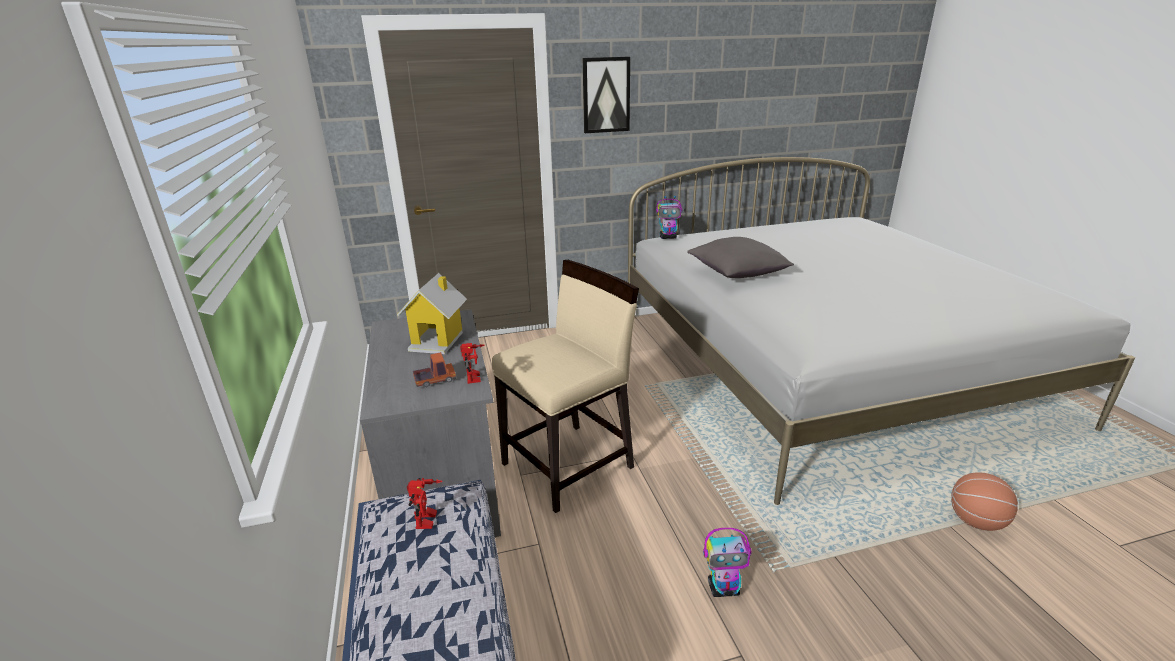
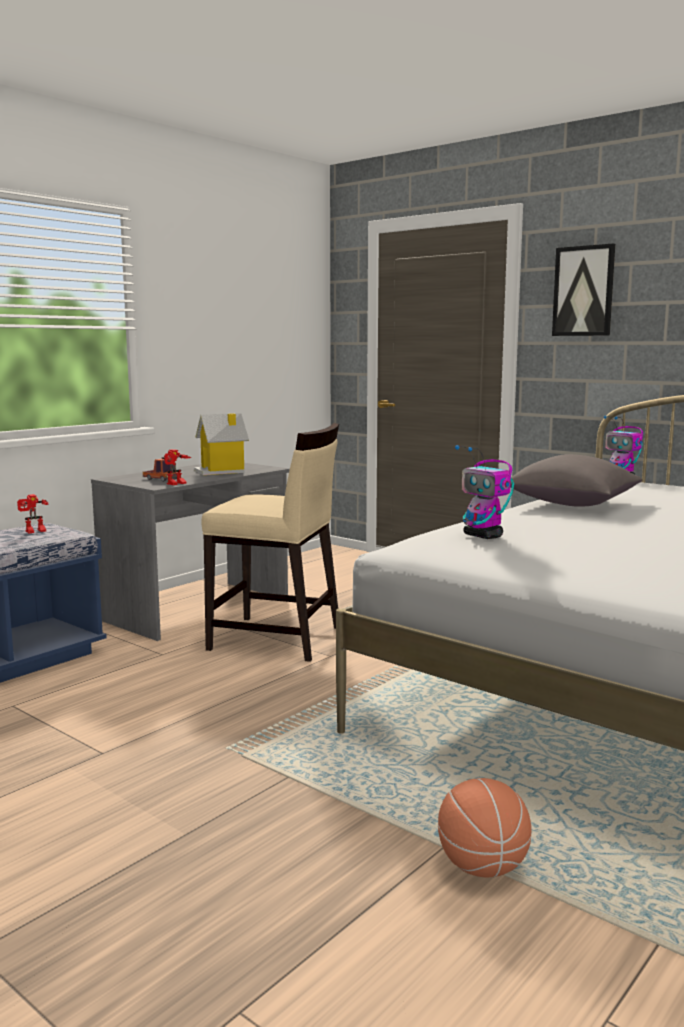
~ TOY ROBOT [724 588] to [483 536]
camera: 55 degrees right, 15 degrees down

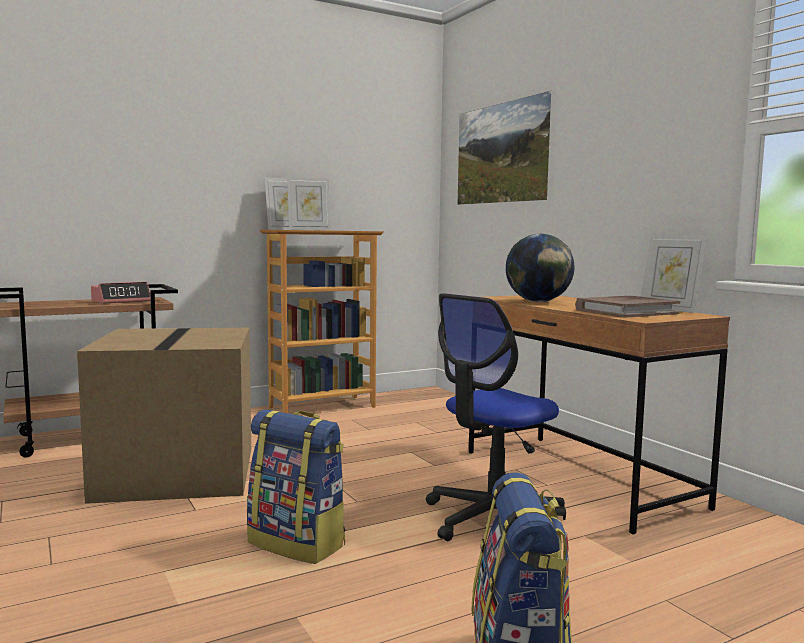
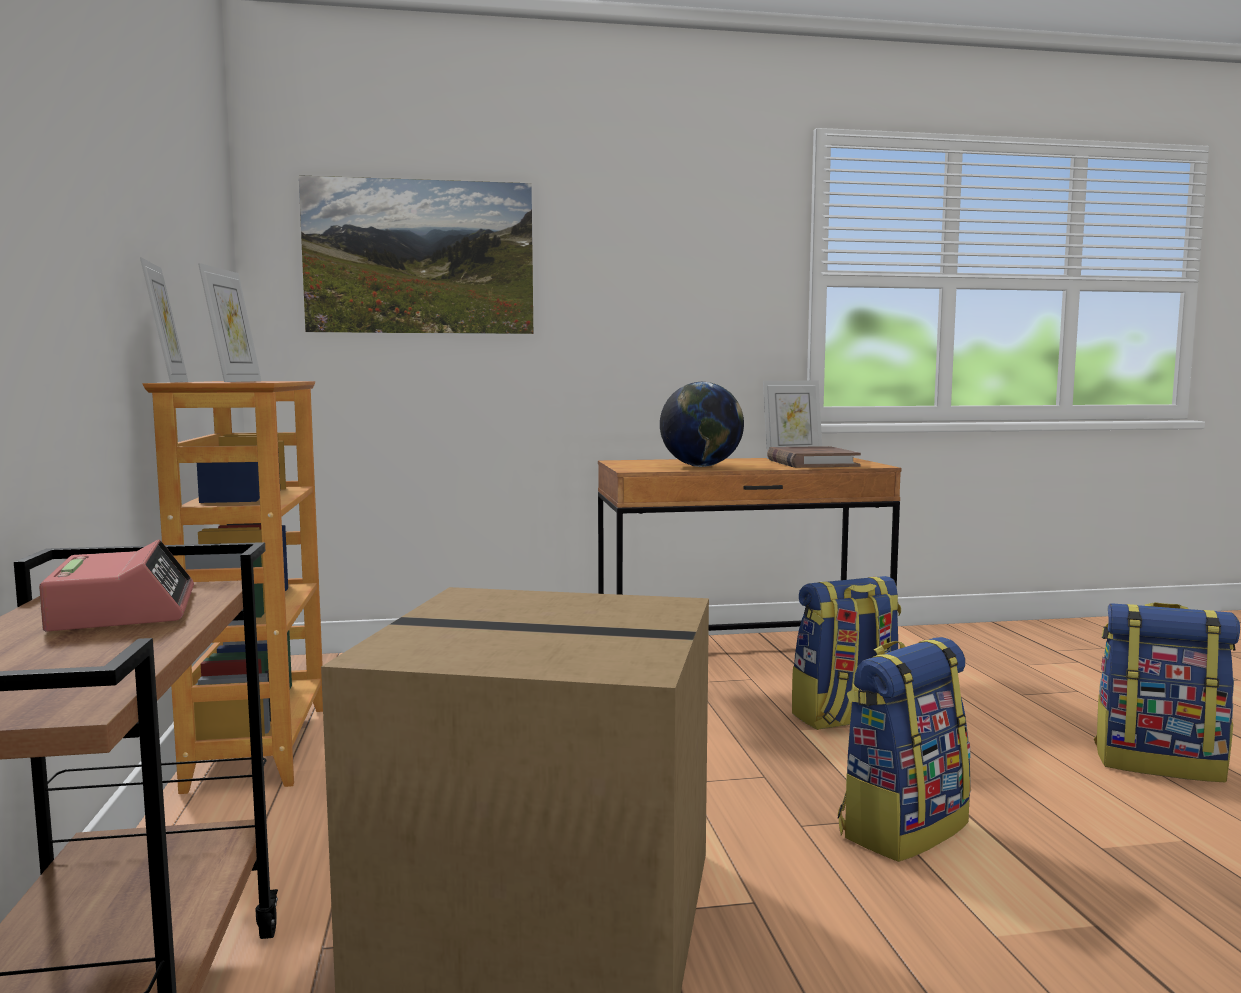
~ OFFICE CHAIR [493 520] to BACKPACK [845 718]
camera: 70 degrees left, 0 degrees up

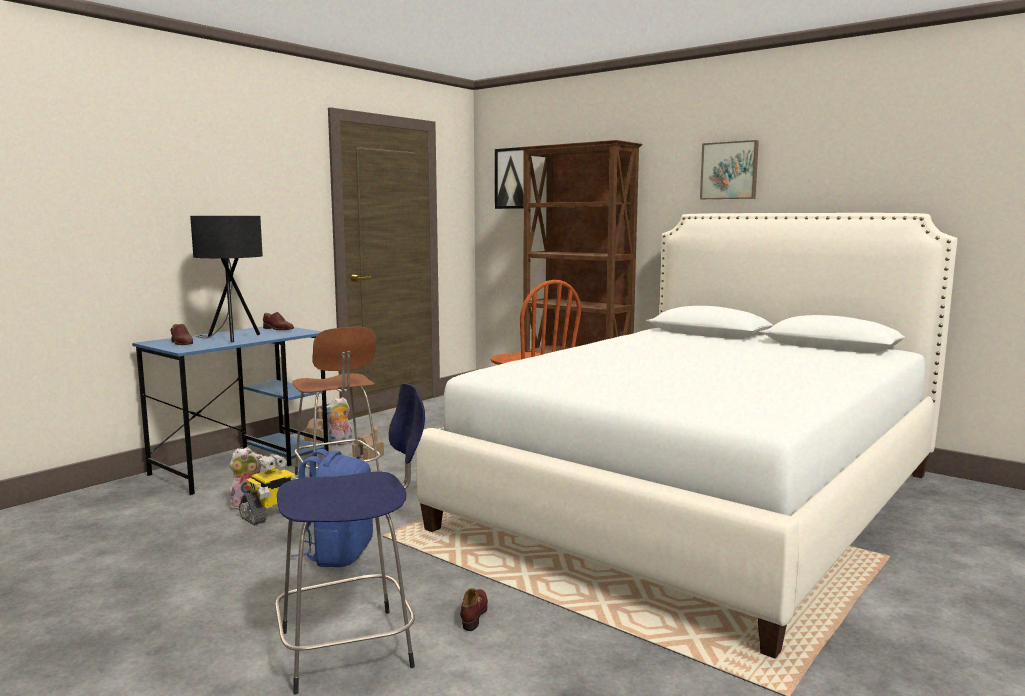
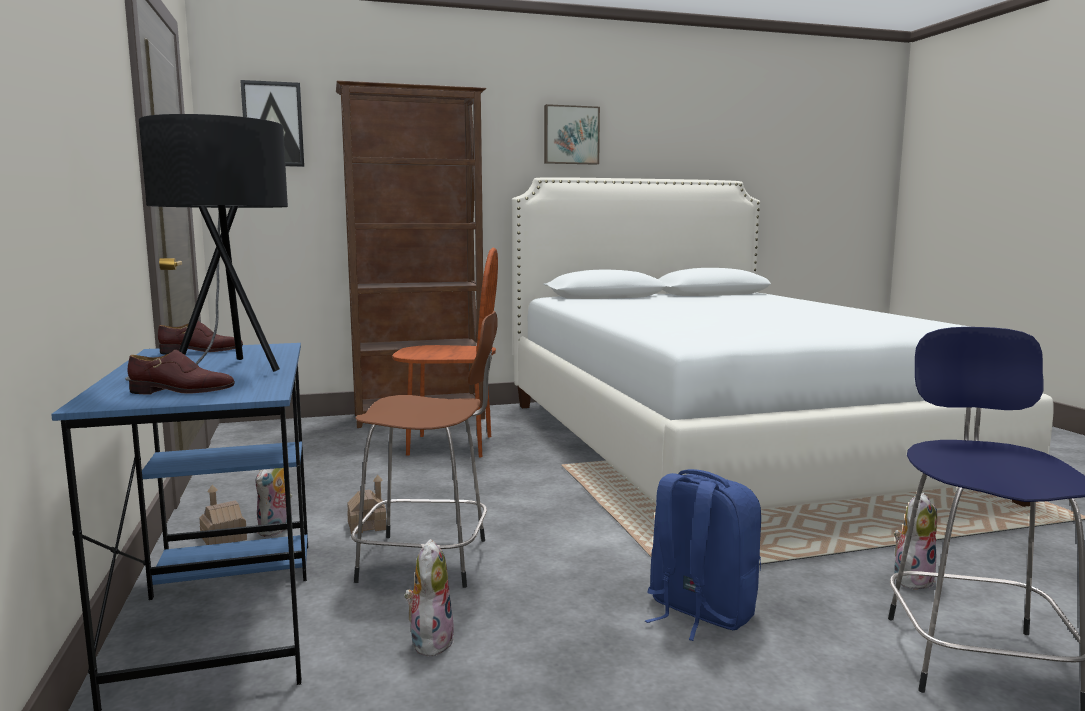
- TOY ROBOT [273 514]
~ BROWN SHOE [474 613] to PLUSH TOY [912 579]
camera: 55 degrees left, 0 degrees up

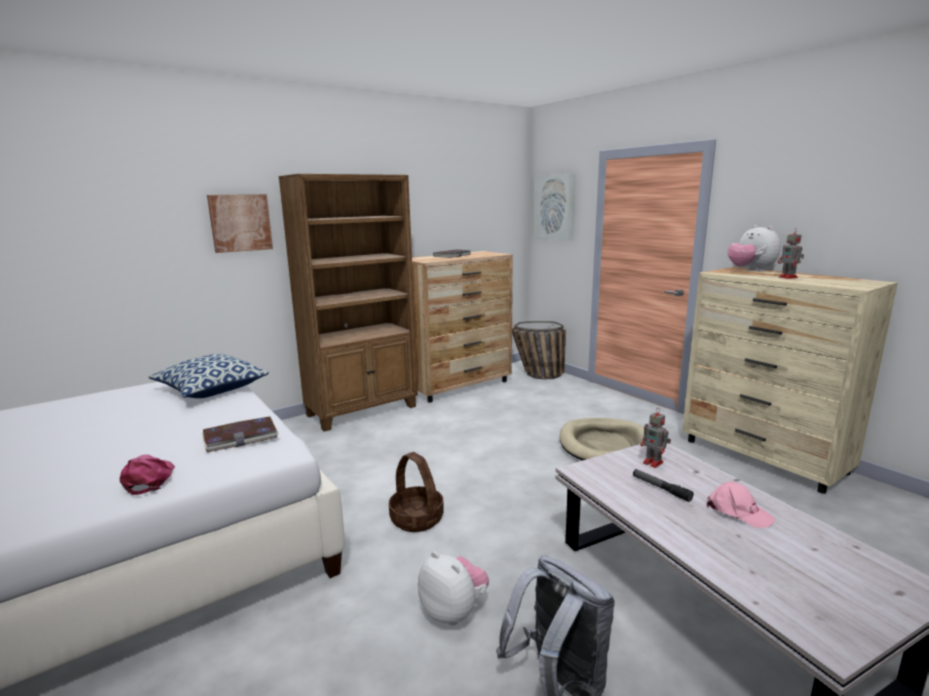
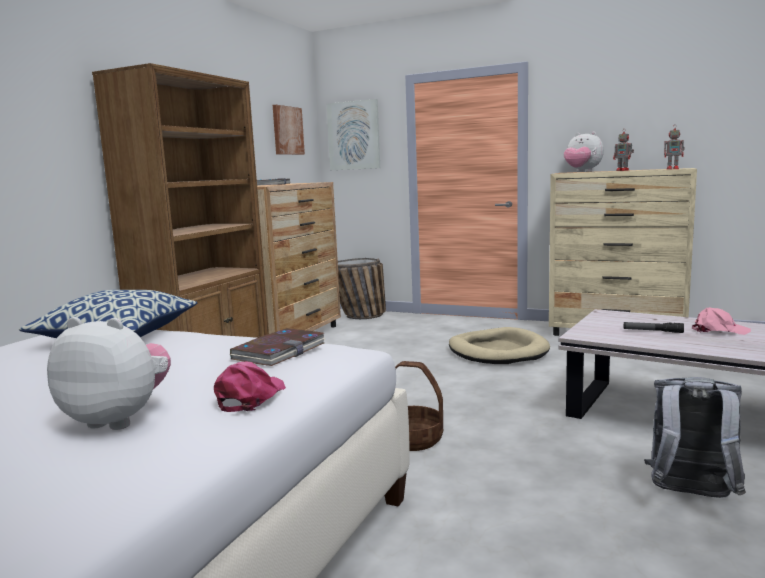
~ PICTURE [240 223] to [287 130]
~ TOY ROBOT [654 463] to [673 169]
~ PINK CAP [149 479] = [250 397] 60 degrees clockwise
~ PLUSH TOY [454 611] to [119 419]
camera: 30 degrees left, 5 degrees down

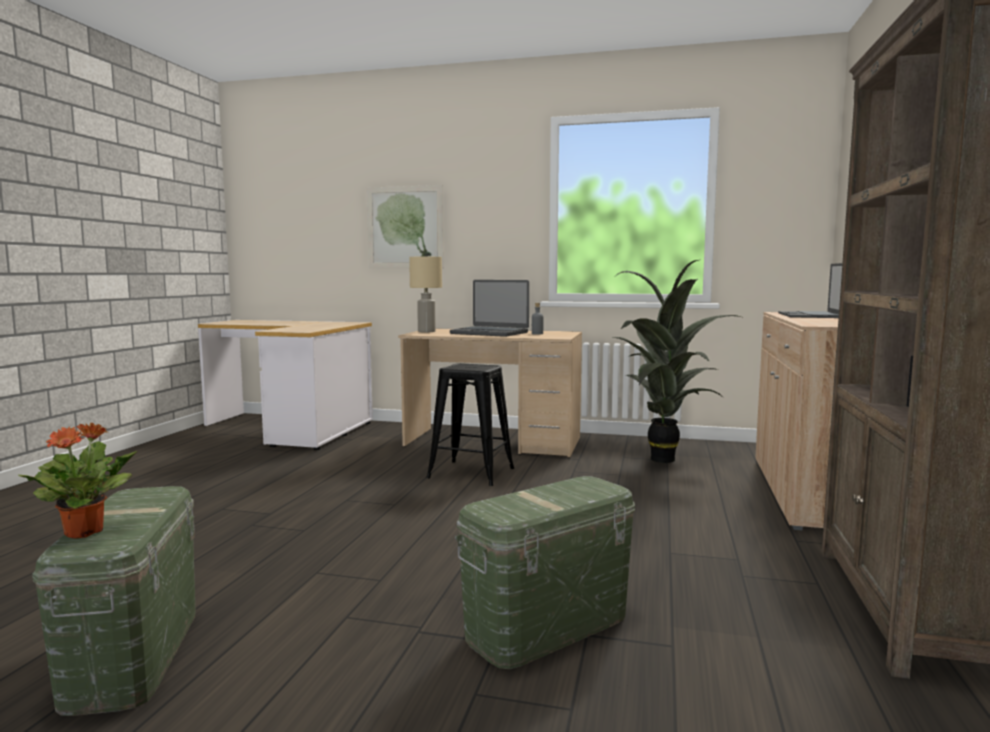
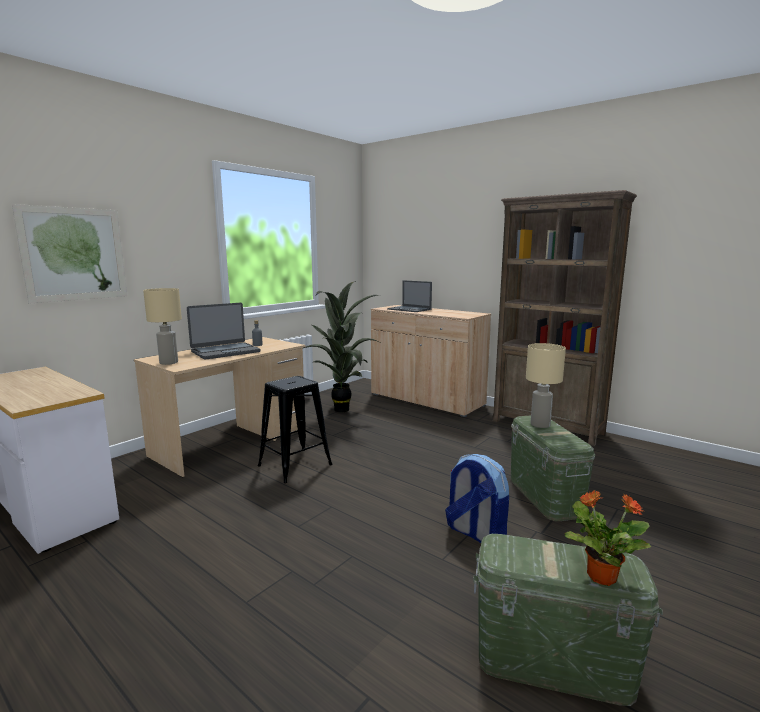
+ BEIGE TABLE LAMP [540 425]
+ BACKPACK [475 533]
camera: 65 degrees left, 5 degrees up

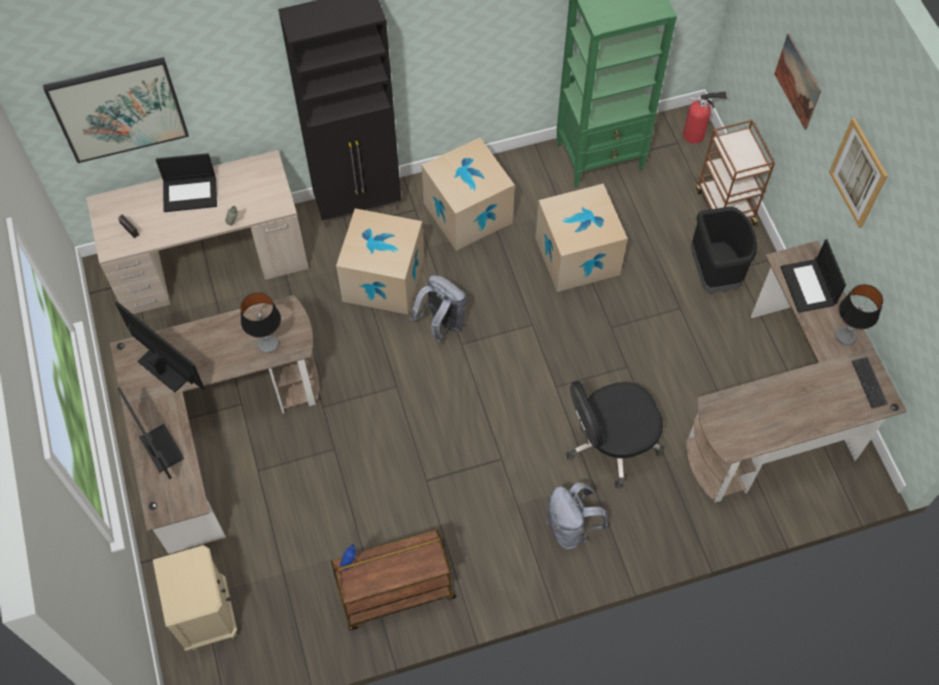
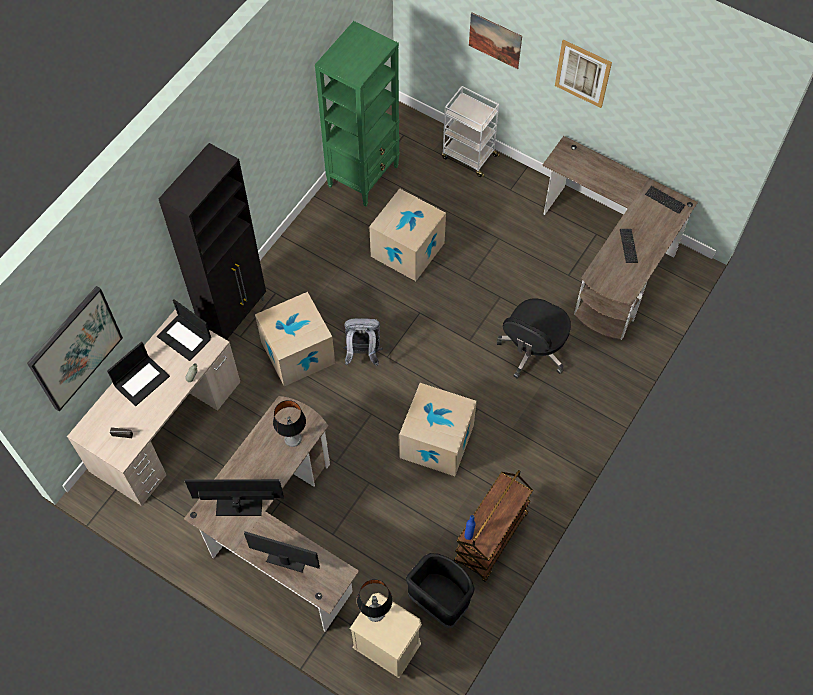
- FIRE EXTINGUISHER [696 135]
~ BROWN CART [725 206] to WHITE CART [468 156]
~ CARDBOARD BOX [467 213] to [436 441]
~ BLACK TRASH CAN [715 273] to [439 601]
~ LAPTOP [808 286] to [185 337]
~ TABLE LAMP [845 336] to [375 612]
- GREY BACKPACK [571 527]
+ KEYBOARD [628 246]
camera: 40 degrees left, 0 degrees up

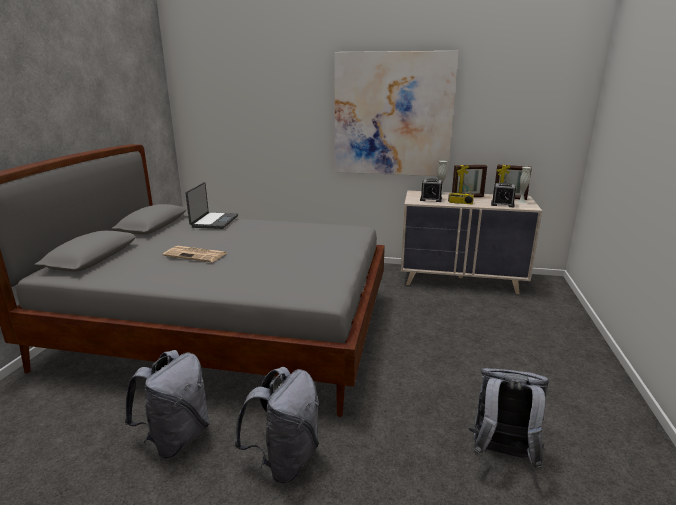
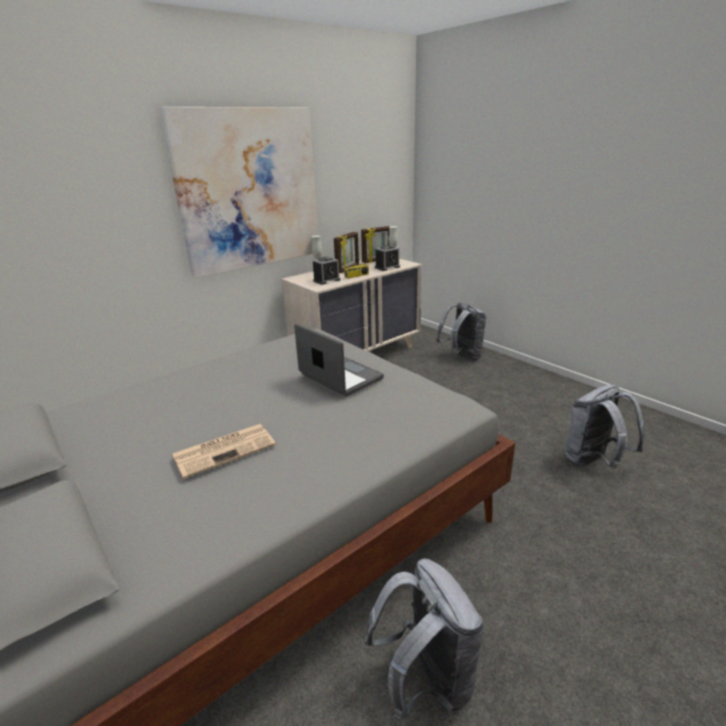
~ LAPTOP [214 221] to [339 377]
~ GREY BACKPACK [284 460] to [461 357]
camera: 50 degrees left, 5 degrees up

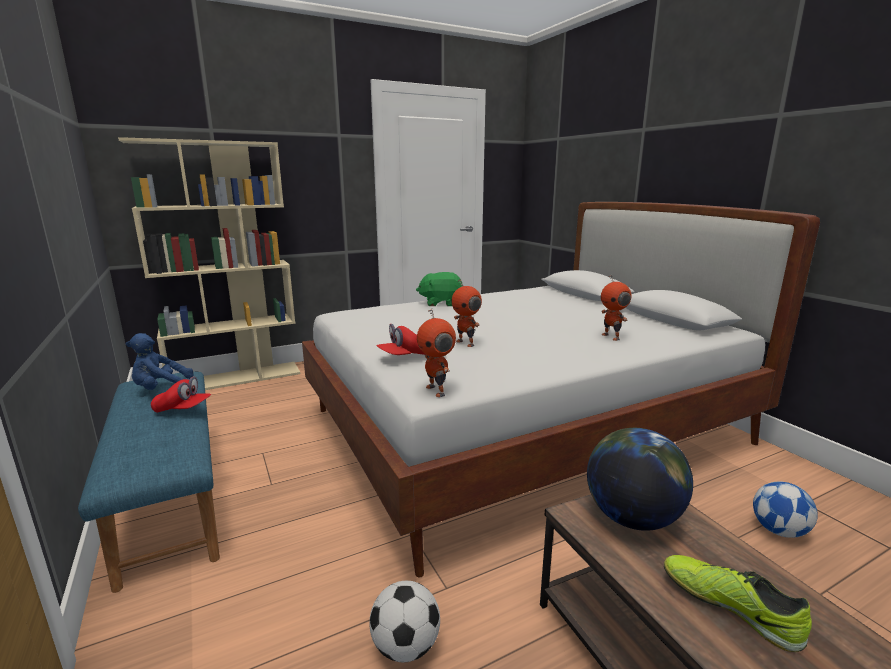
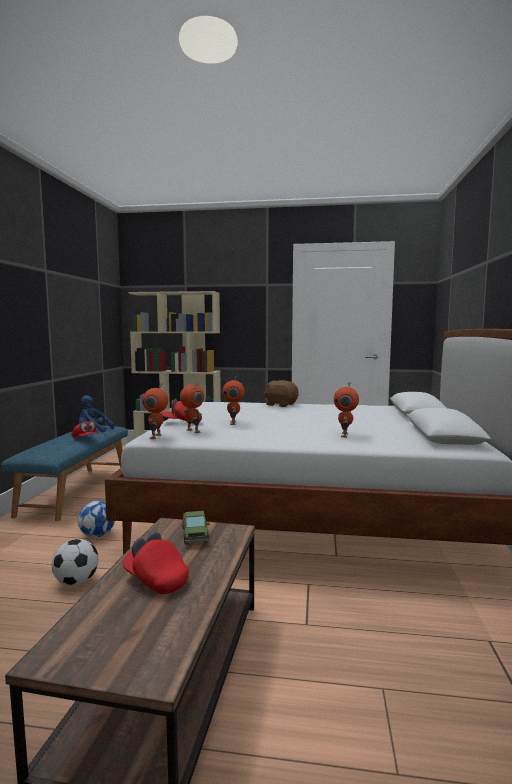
~ GREEN PLUSH TOY [441 303] to BROWN PLUSH TOY [280 405]
~ GLOBE [632 517] to TOY TRUCK [195 535]
~ FOOTBALL [778 530] to [97 535]
~ SHOE [729 606] to RED CAP [155 580]
+ TOY ROBOT [192 431]
camera: 35 degrees right, 10 degrees down

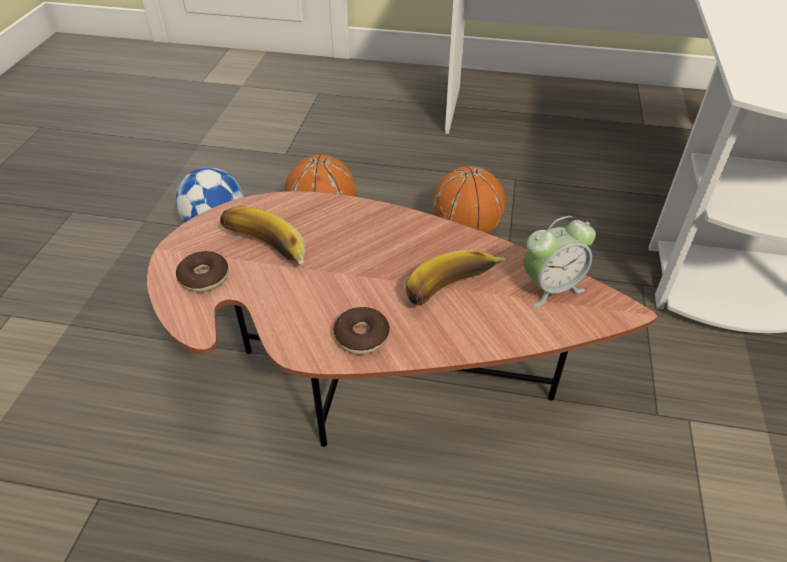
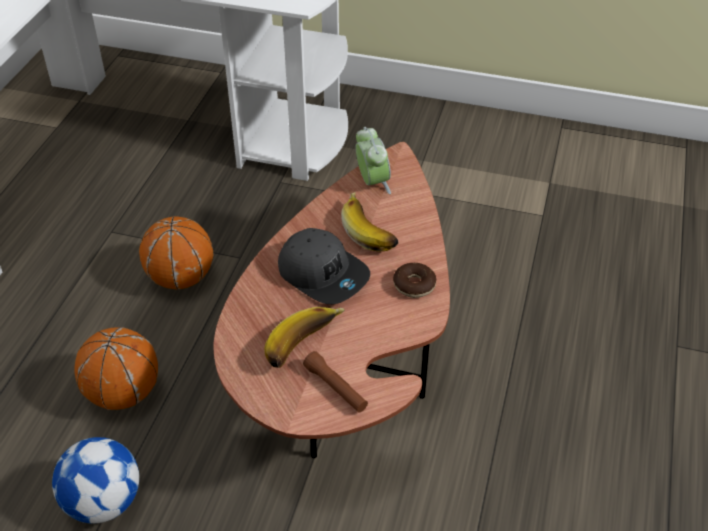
~ DONUT [204 277] to BROWN FLASHLIGHT [336 388]
+ GREY CAP [323 274]
camera: 85 degrees left, 0 degrees up

